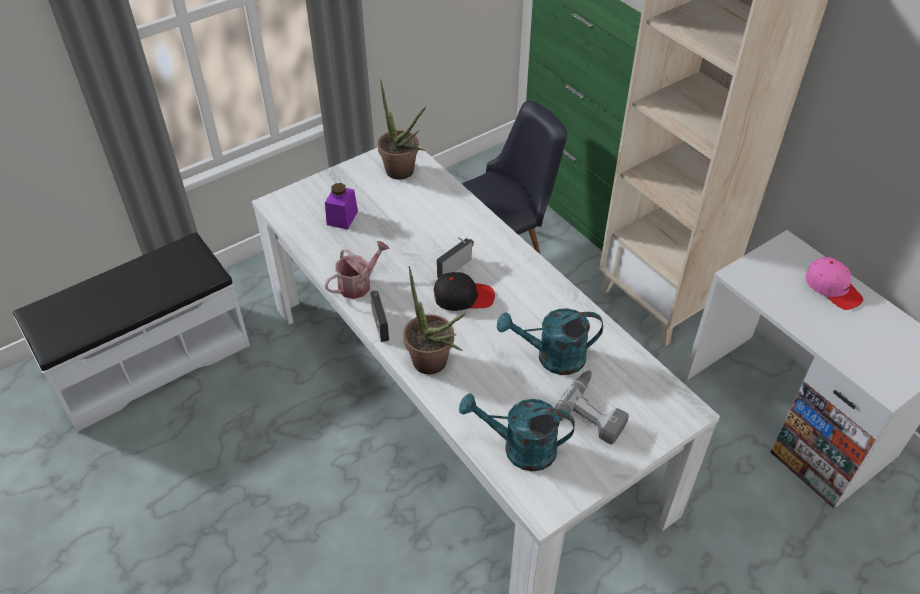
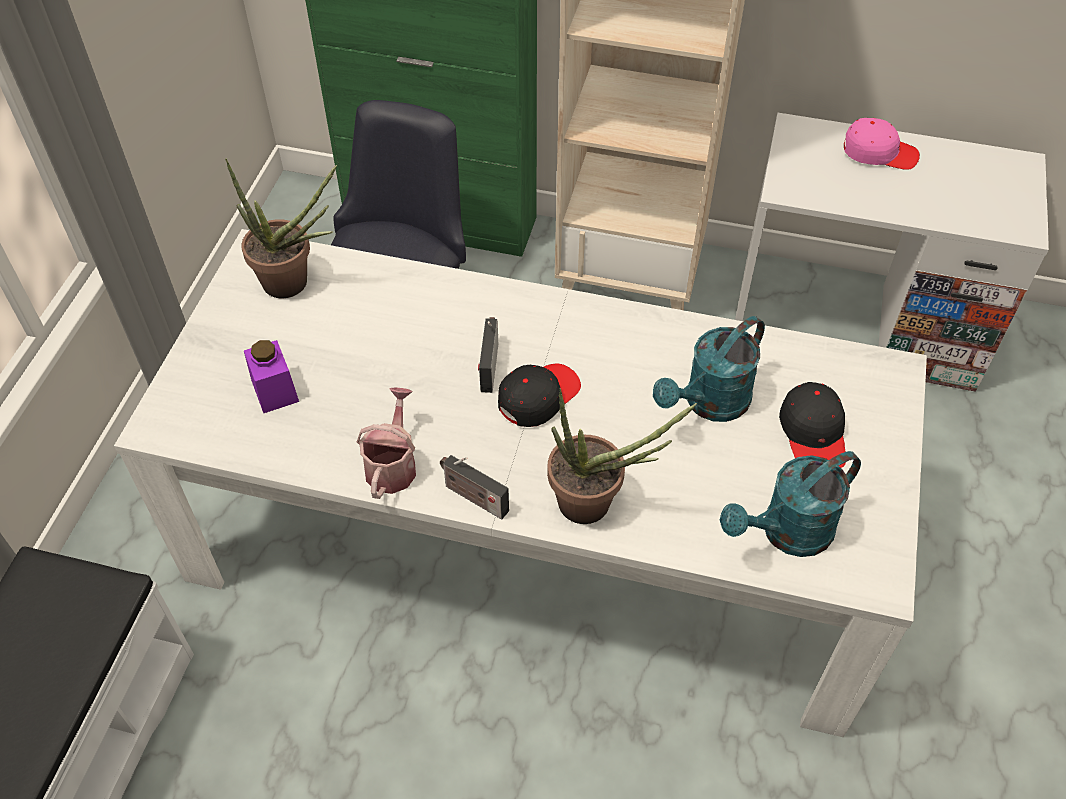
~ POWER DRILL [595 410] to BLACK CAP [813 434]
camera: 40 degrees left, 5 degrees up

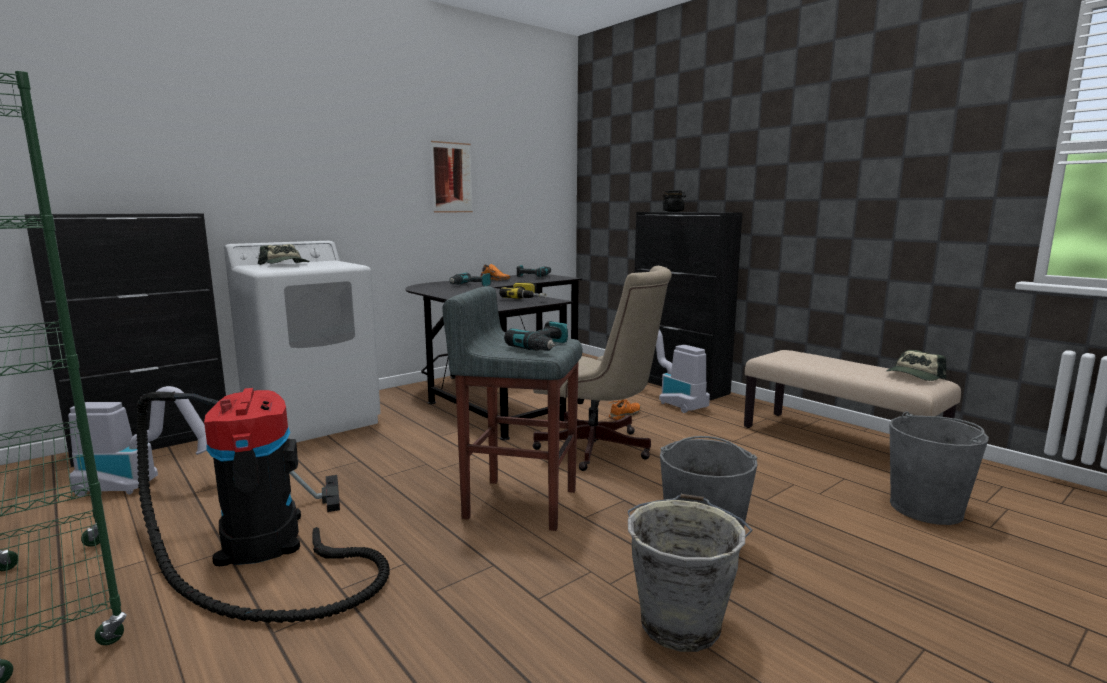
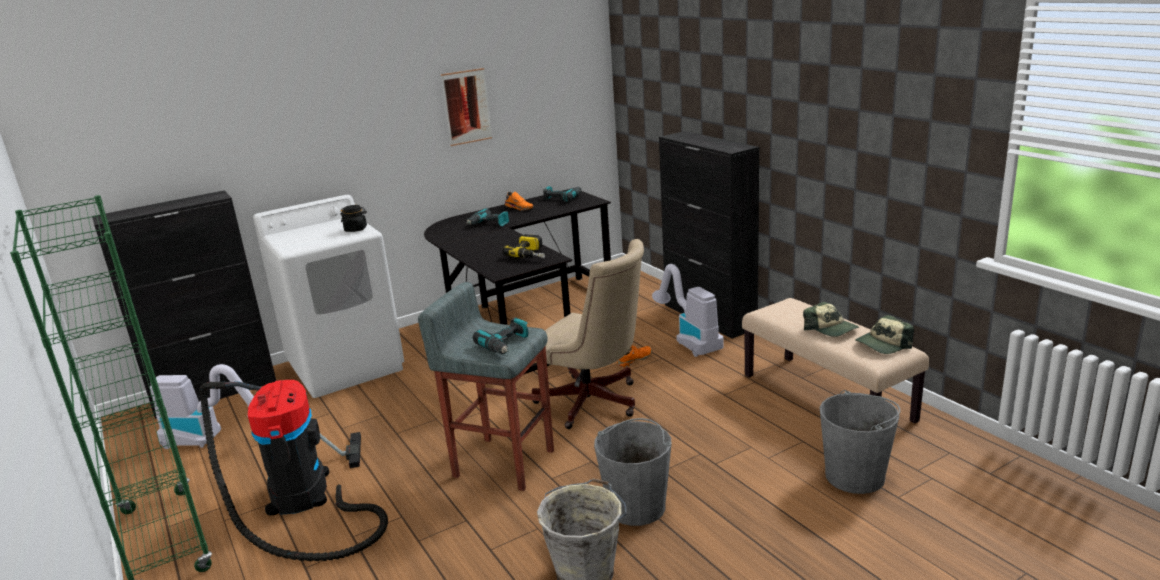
~ BLACK JAR [673 211] to [356 229]
~ CAP [286 264] to [831 329]
camera: 10 degrees right, 10 degrees up

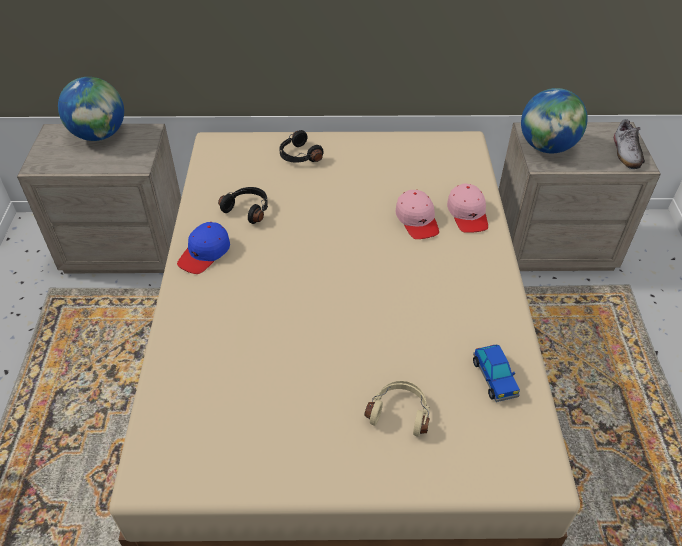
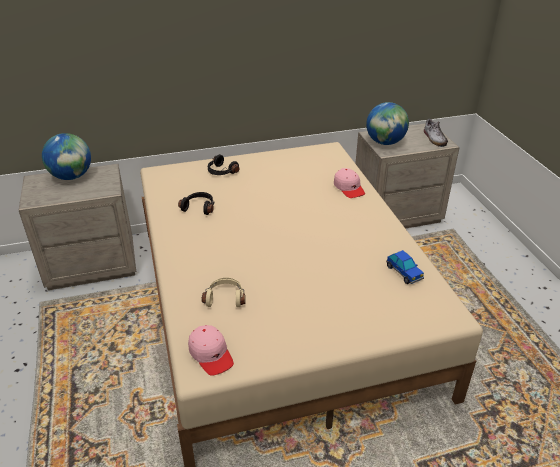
~ PINK CAP [417 220] to [211 354]
- BLUE CAP [205 253]
~ BEIGE HEADPHONES [399 412] to [225 297]
camera: 15 degrees left, 10 degrees down

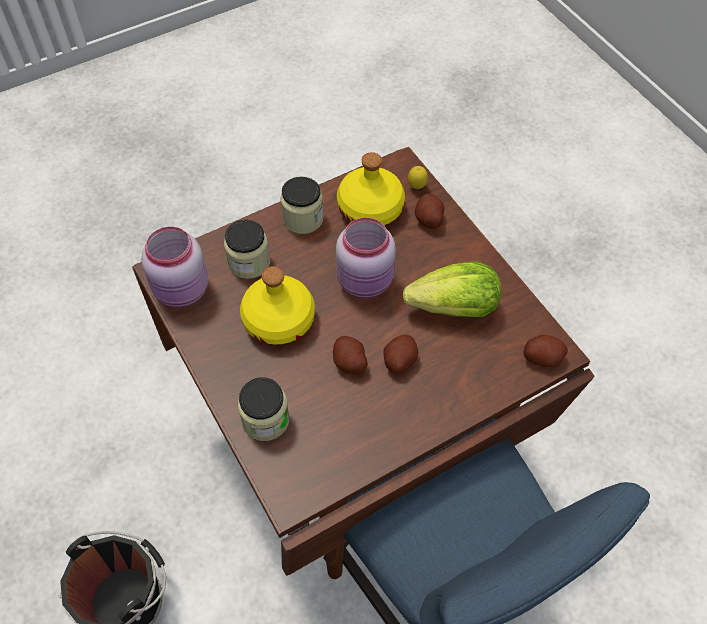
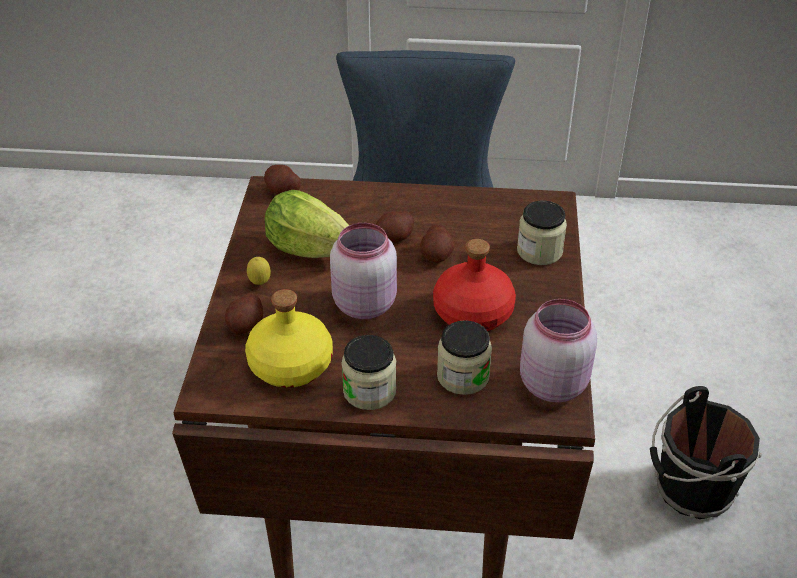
~ LEMON [416 187] to [260 283]
~ YELLOW BOTTLE [279 320] to RED BOTTLE [473 311]
camera: 145 degrees left, 15 degrees down

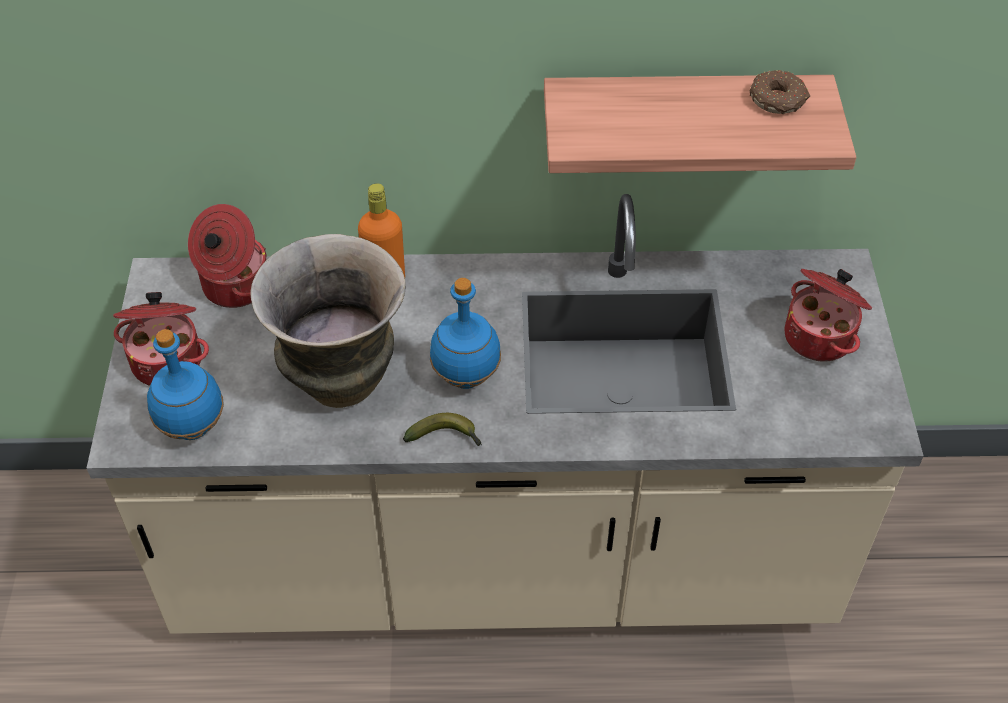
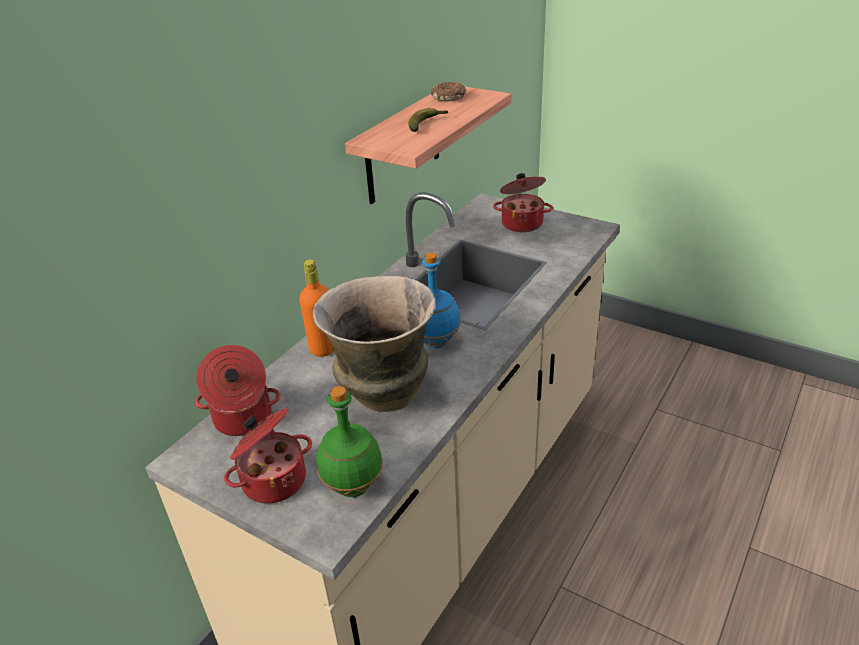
~ BLUE BOTTLE [193 426] to GREEN BOTTLE [353 486]
~ BANANA [446 437] to [427 124]
camera: 55 degrees left, 15 degrees down

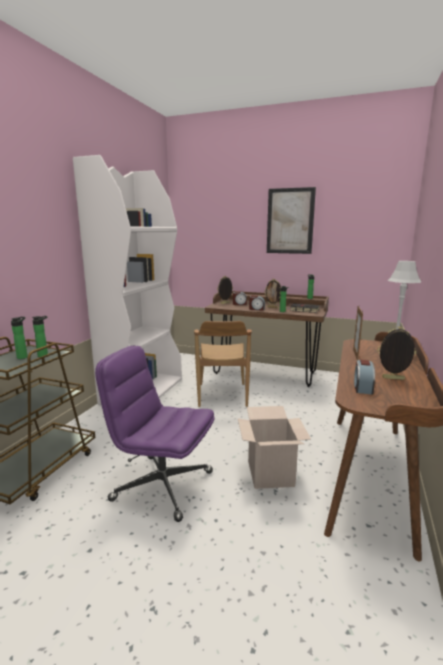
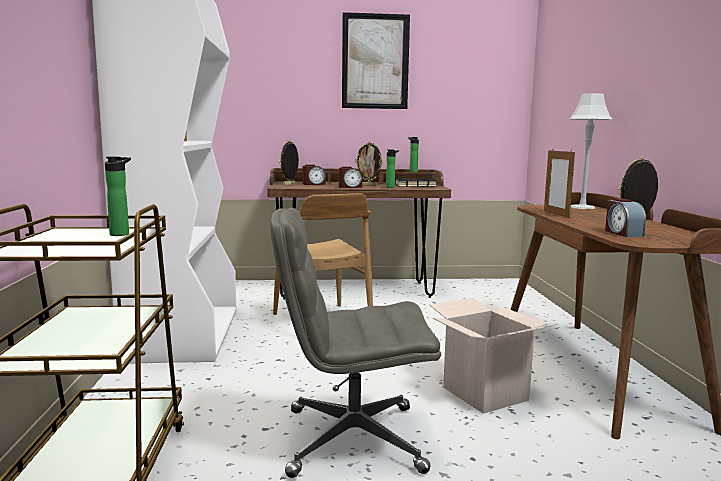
- BOTTLE [23 357]
~ PURPLE OFFICE CHAIR [161 485] to GREY OFFICE CHAIR [351 440]
camera: 25 degrees left, 5 degrees down

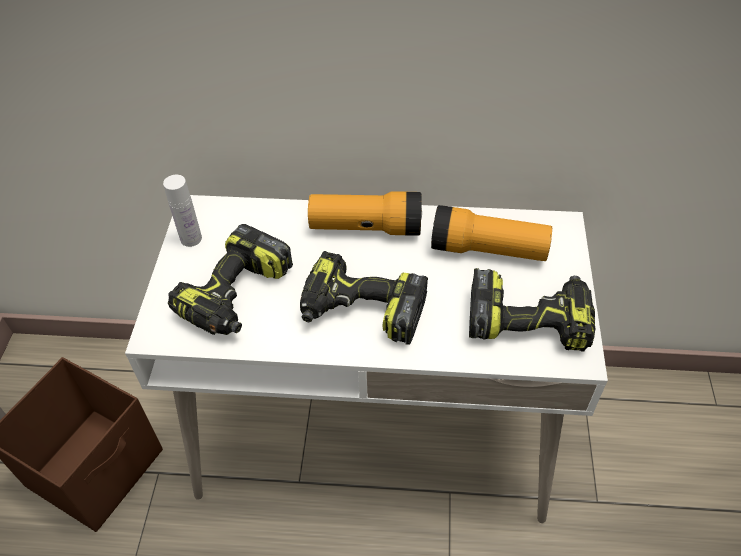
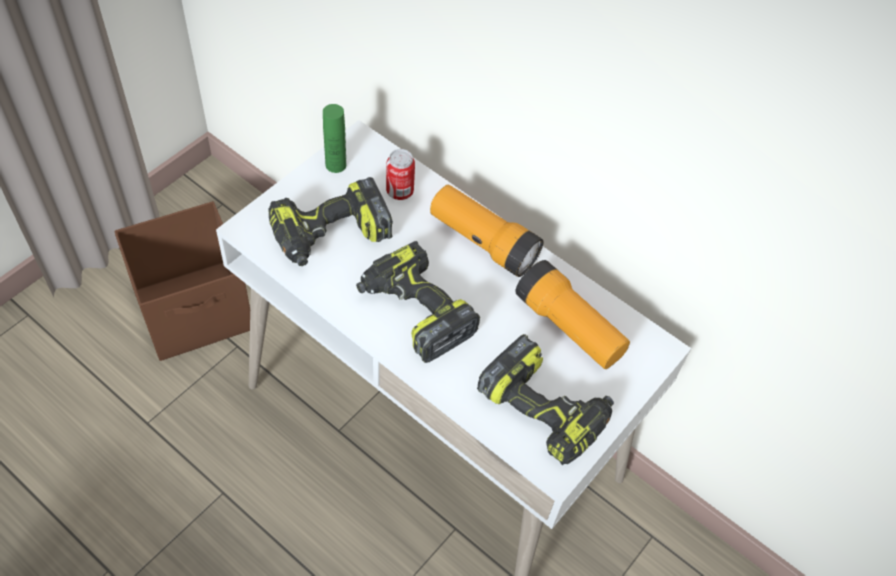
~ WHITE BOTTLE [191 238] to GREEN BOTTLE [336 165]
+ CAN [399 192]
camera: 30 degrees right, 5 degrees up

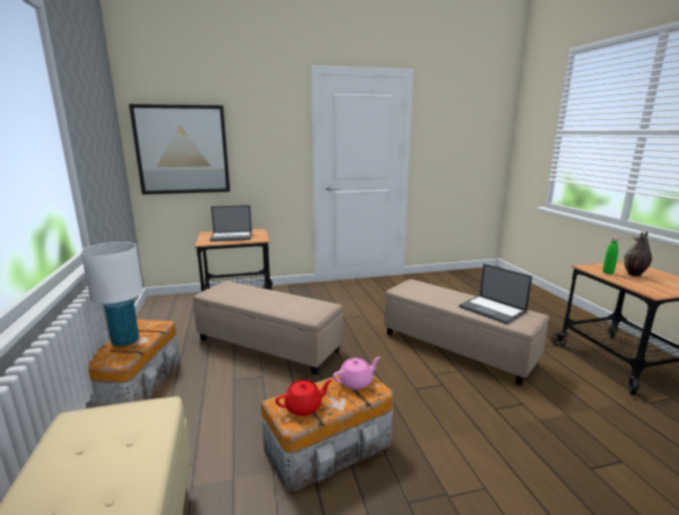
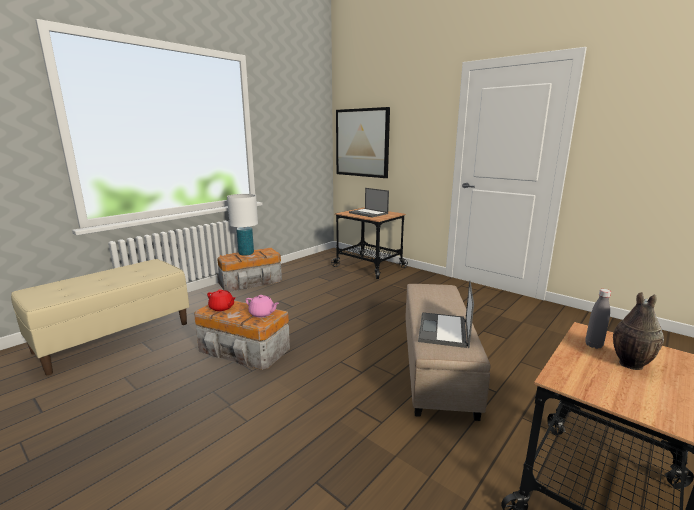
~ GREEN BOTTLE [607 272] to GREY BOTTLE [593 345]
- BEIGE OTTOMAN [267 345]
camera: 55 degrees right, 0 degrees up

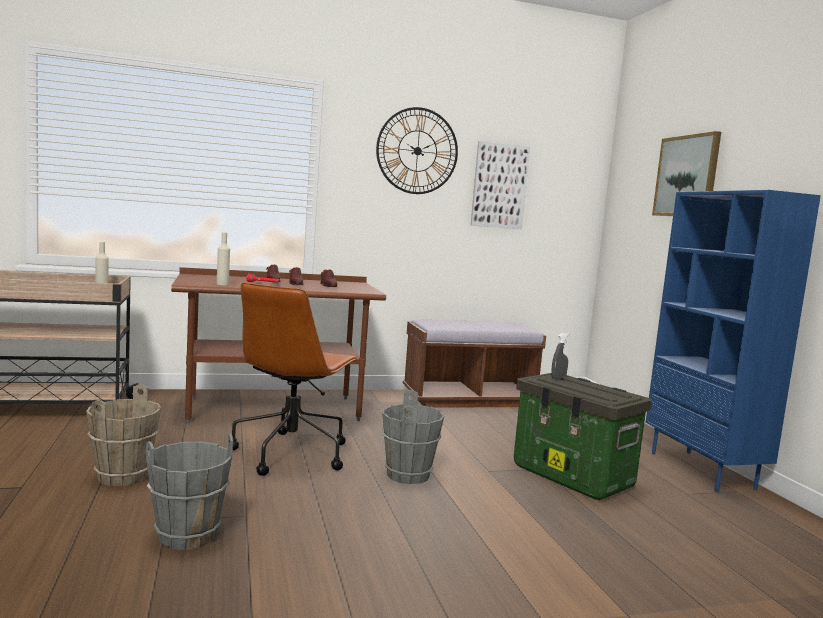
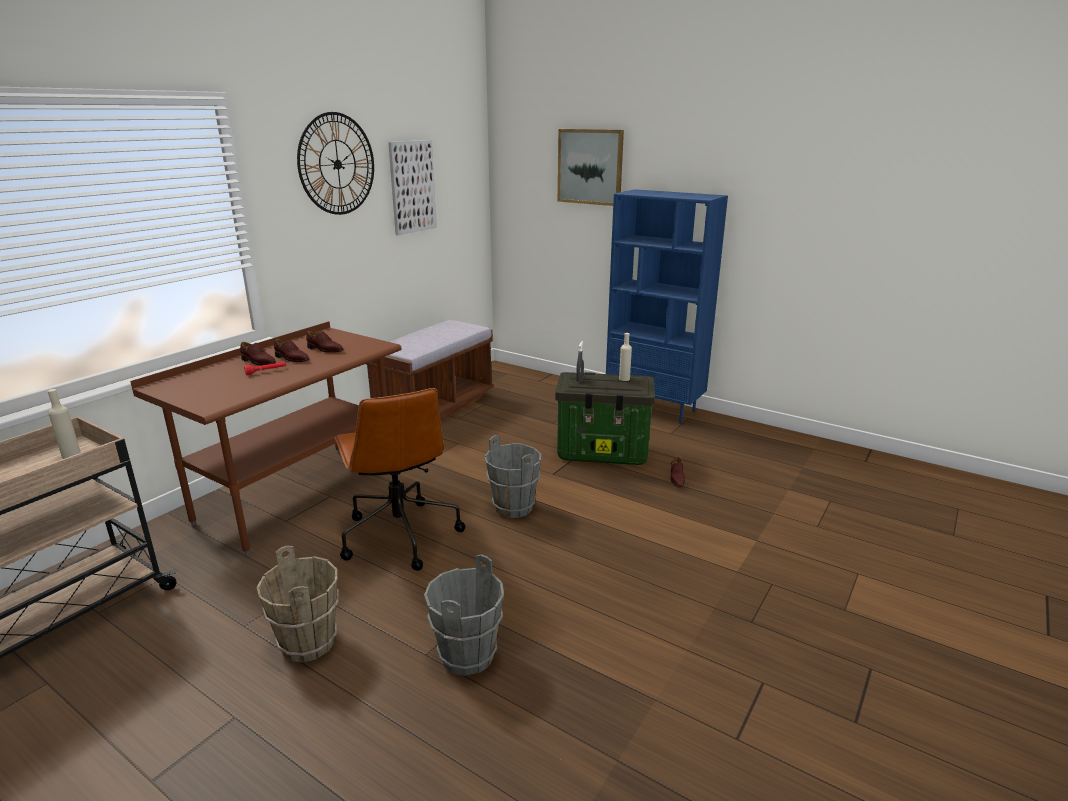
~ BEIGE BOTTLE [222 284] to [624 379]
+ BROWN SHOE [676 478]
camera: 40 degrees left, 15 degrees up

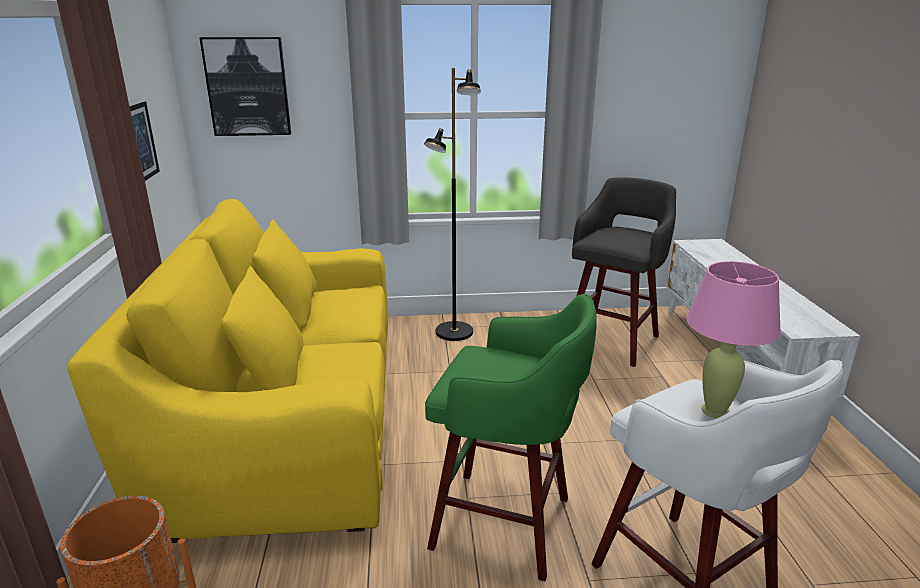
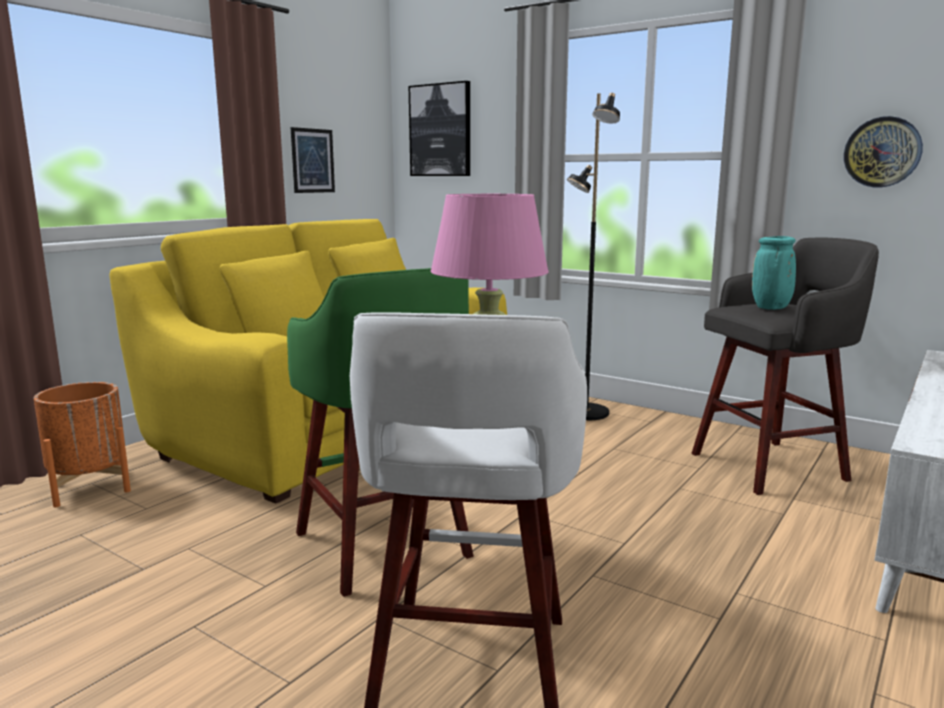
+ WALL CLOCK [882 152]
+ TURQUOISE VASE [770 308]
camera: 40 degrees right, 10 degrees down

